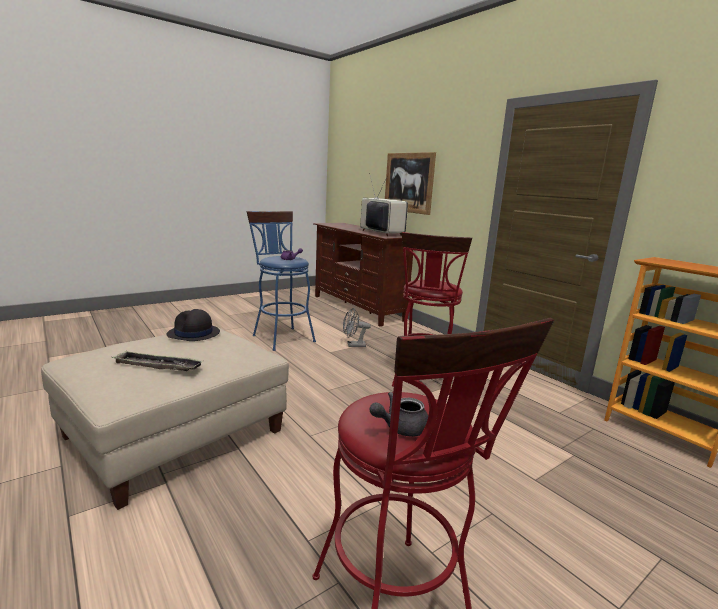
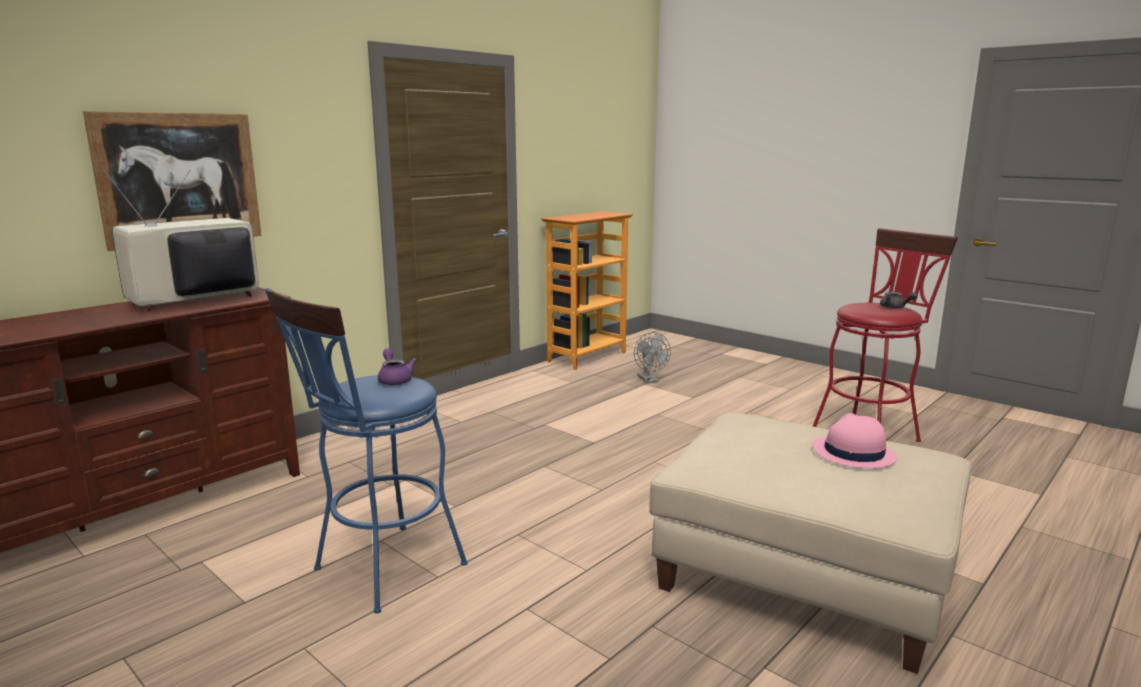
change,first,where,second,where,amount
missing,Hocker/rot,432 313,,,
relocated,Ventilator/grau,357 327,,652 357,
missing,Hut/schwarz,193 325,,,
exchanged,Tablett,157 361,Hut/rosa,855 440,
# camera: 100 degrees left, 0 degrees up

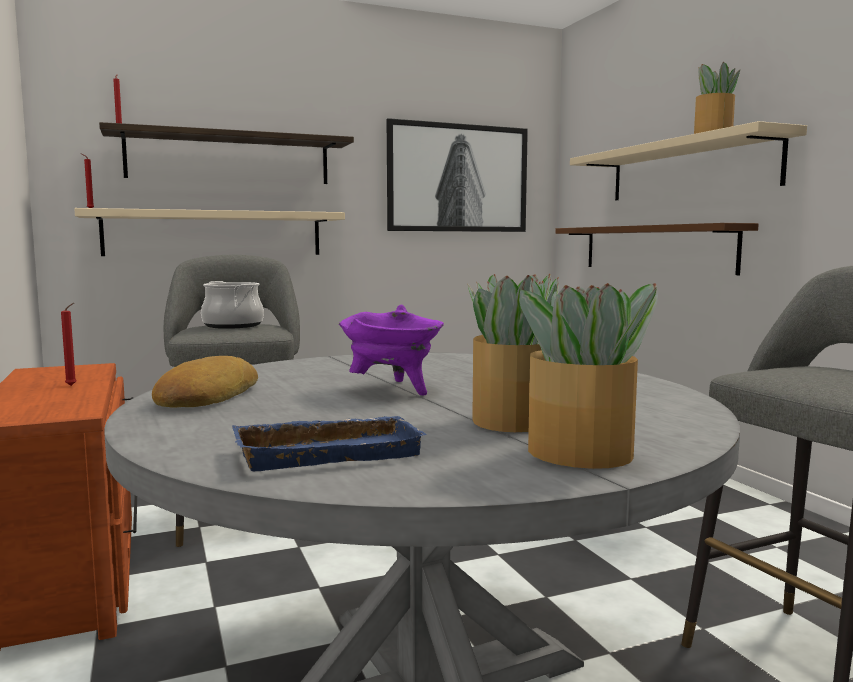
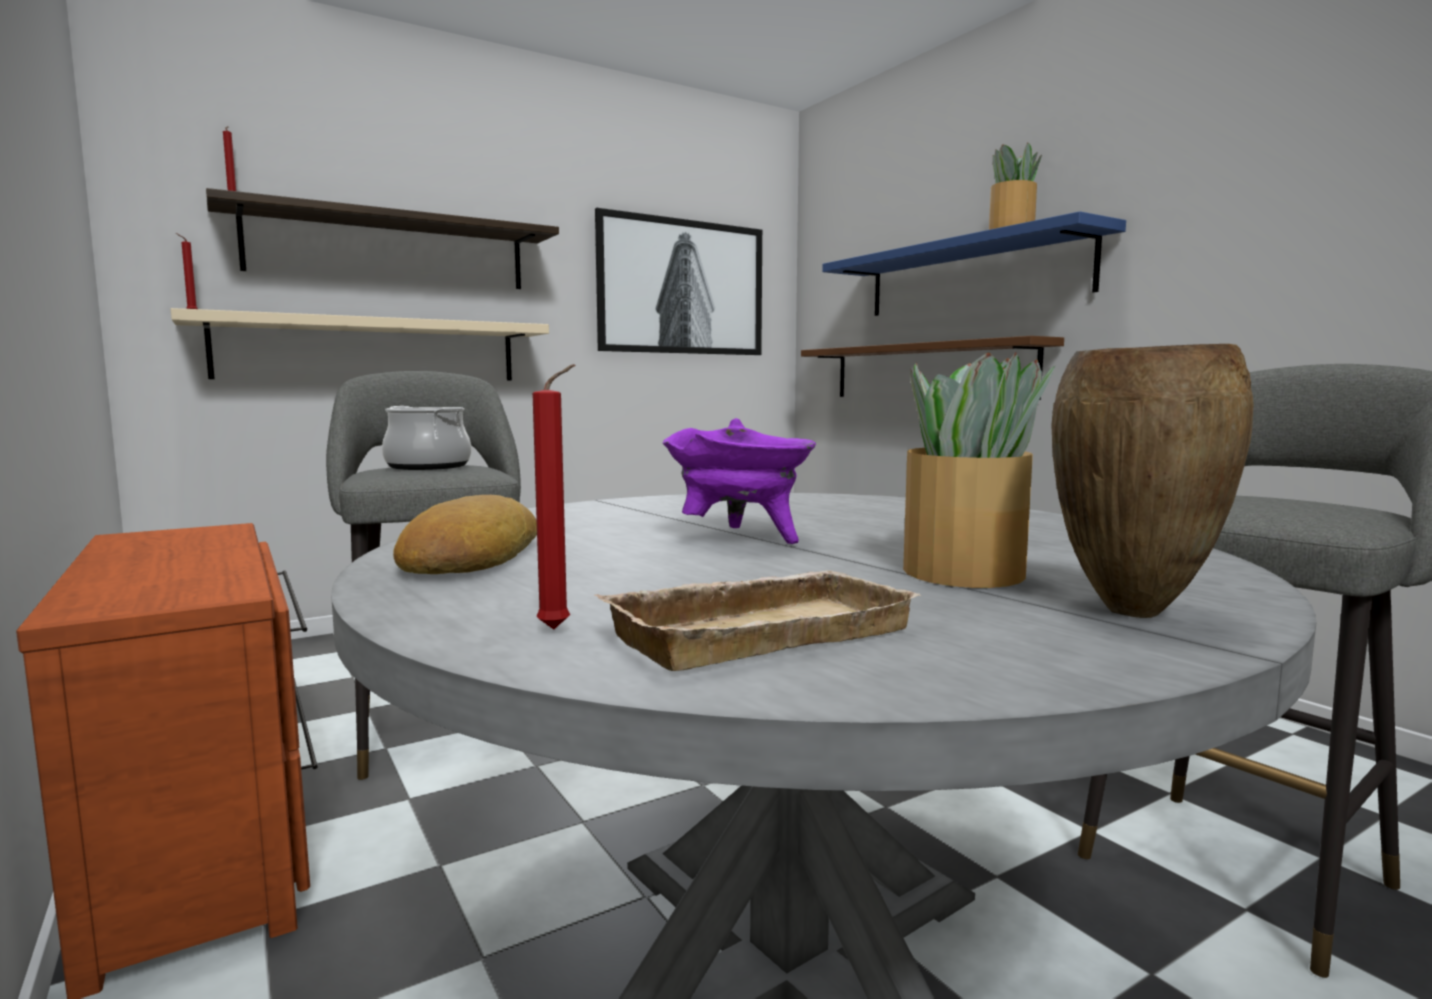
change,first,where,second,where,amount
colour,Wandregal/beige,688 160,Wandregal/blau,974 263,
exchanged,Topfpflanze,588 373,Vase/braun,1152 481,
relocated,Kerze/rot,68 344,,553 497,
colour,Tablett/blau,329 443,Tablett/beige,757 620,
# camera: 10 degrees left, 0 degrees up

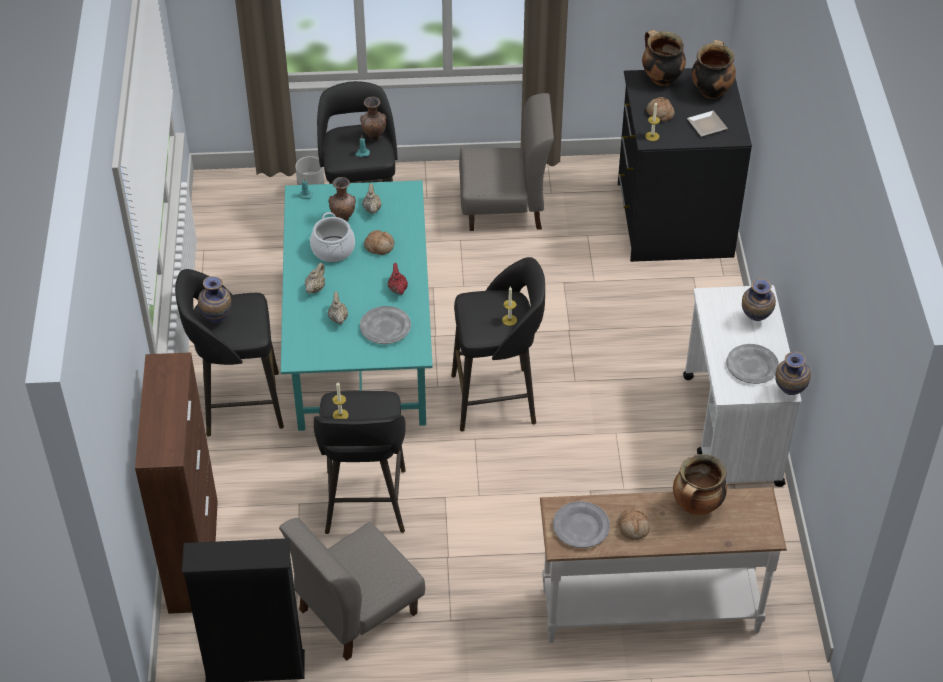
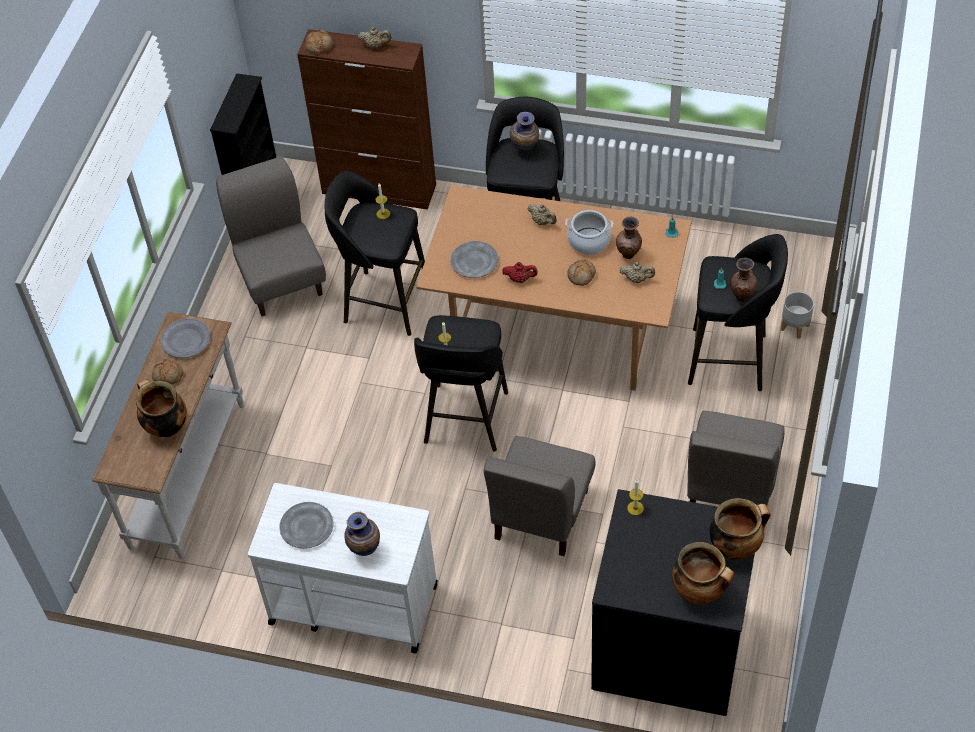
change,first,where,second,where,amount
relocated,Brot,660 109,,319 41,
missing,Teller,707 124,,,
colour,Esstisch/türkis,357 305,Esstisch/braun,554 288,
relocated,Teekanne/beige,338 308,,375 37,
missing,Vase,793 373,,,
appeared,,,Stuhl/grau,539 496,
# camera: 110 degrees right, 5 degrees up

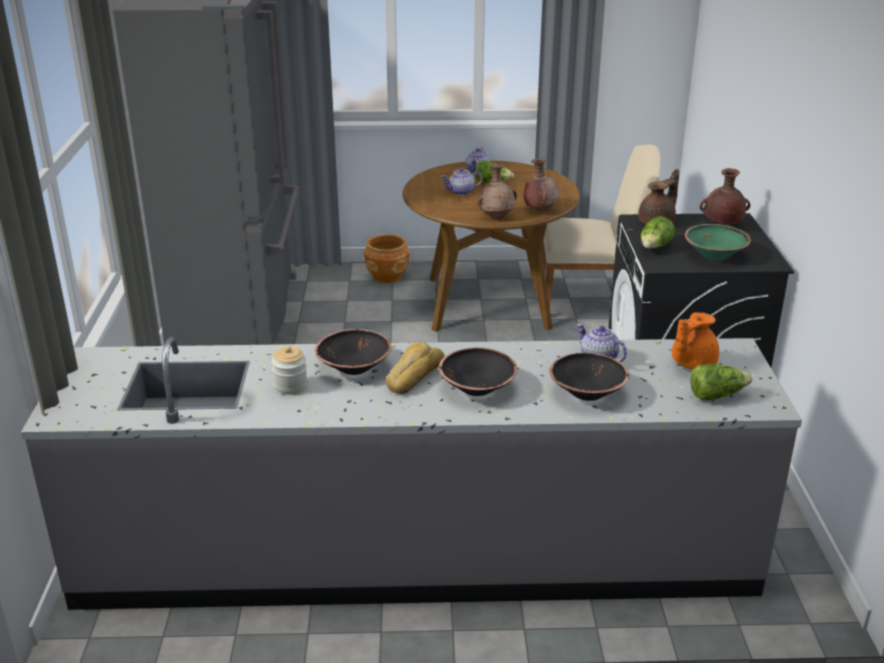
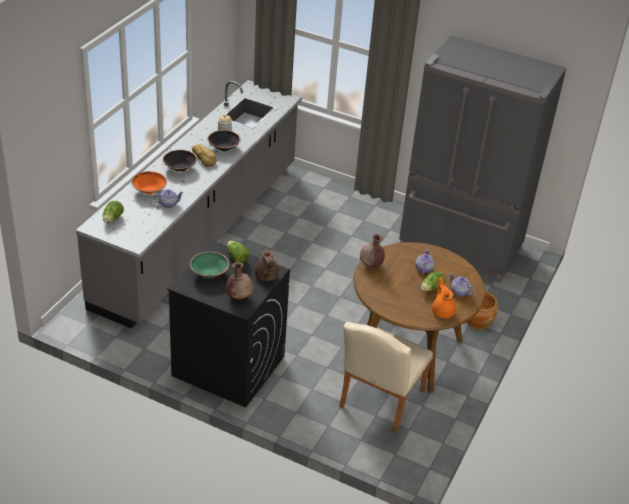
change,first,where,second,where,amount
missing,Vase/braun,542 184,,,
relocated,Teekanne/orange,695 341,,444 297,
colour,Schüssel/schwarz,589 377,Schüssel/orange,149 182,
# camera: 115 degrees right, 10 degrees up

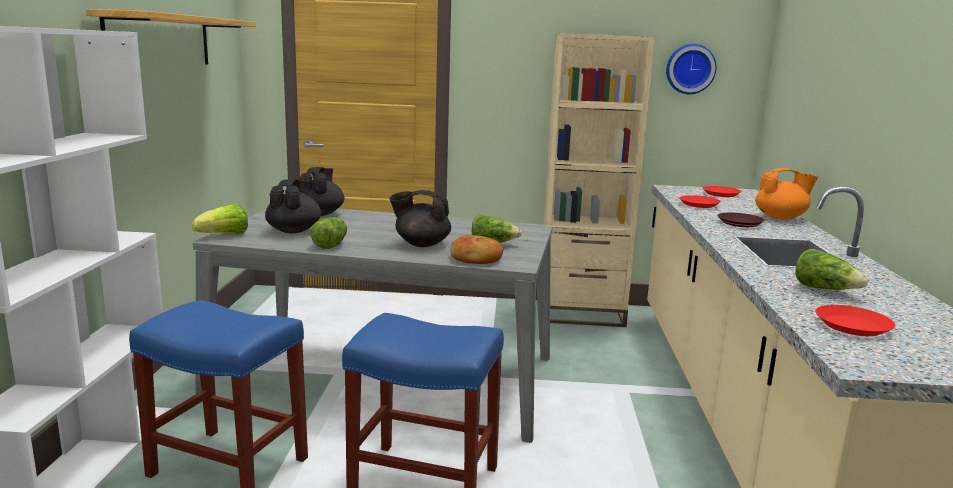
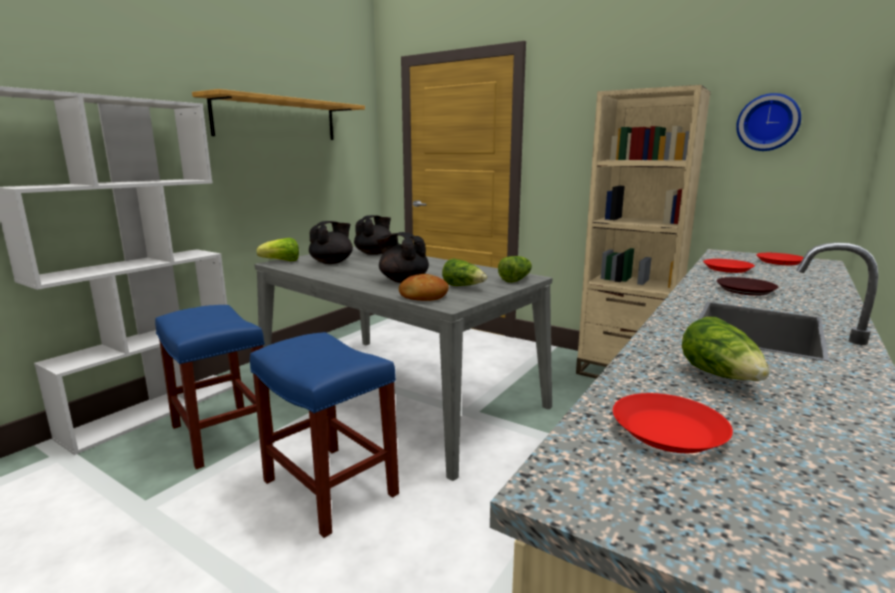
change,first,where,second,where,amount
missing,Teekanne/orange,786 194,,,
relocated,Salatkopf,328 233,,515 269,
# camera: 30 degrees right, 0 degrees up

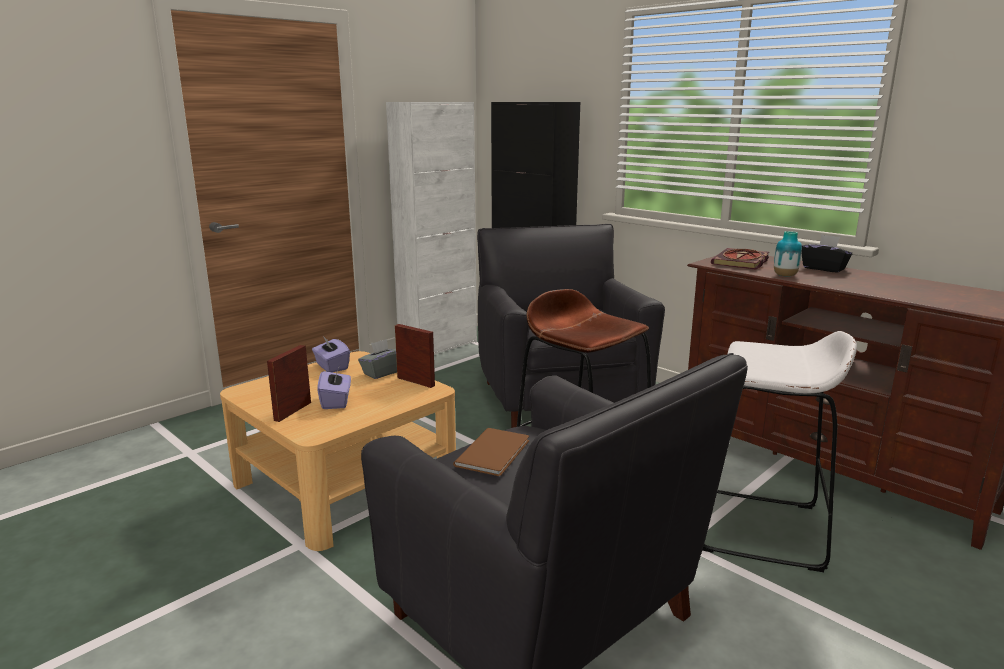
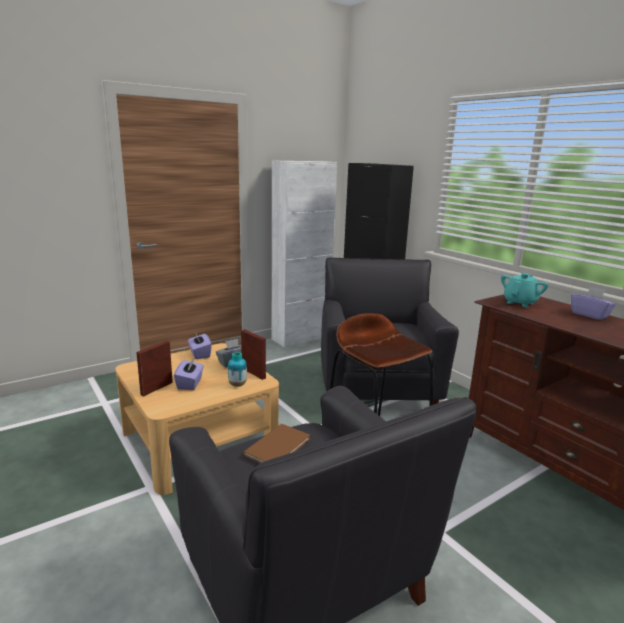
change,first,where,second,where,amount
relocated,Vase,788 254,,237 369,
colour,Taschentuchbox/schwarz,827 253,Taschentuchbox/lila,593 303,
exchanged,Buch,740 259,Teekanne/türkis,525 290,
missing,Hocker/weiß,779 451,,,
# camera: 10 degrees right, 0 degrees up

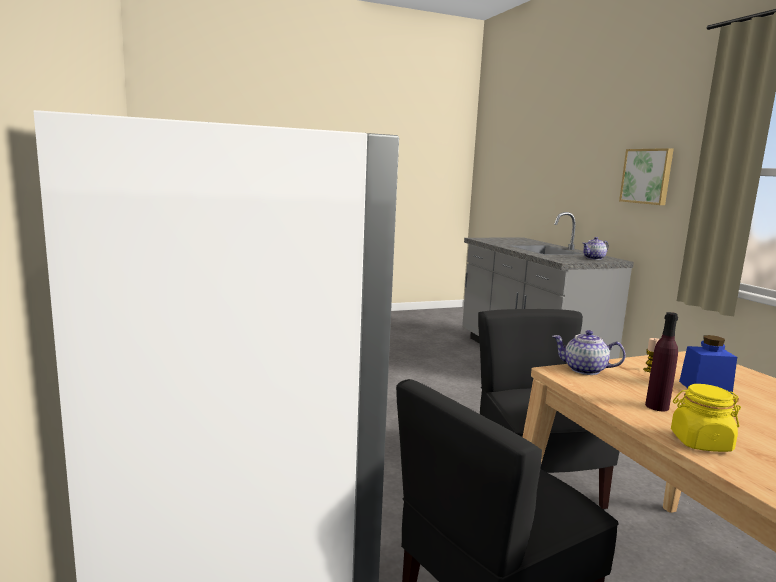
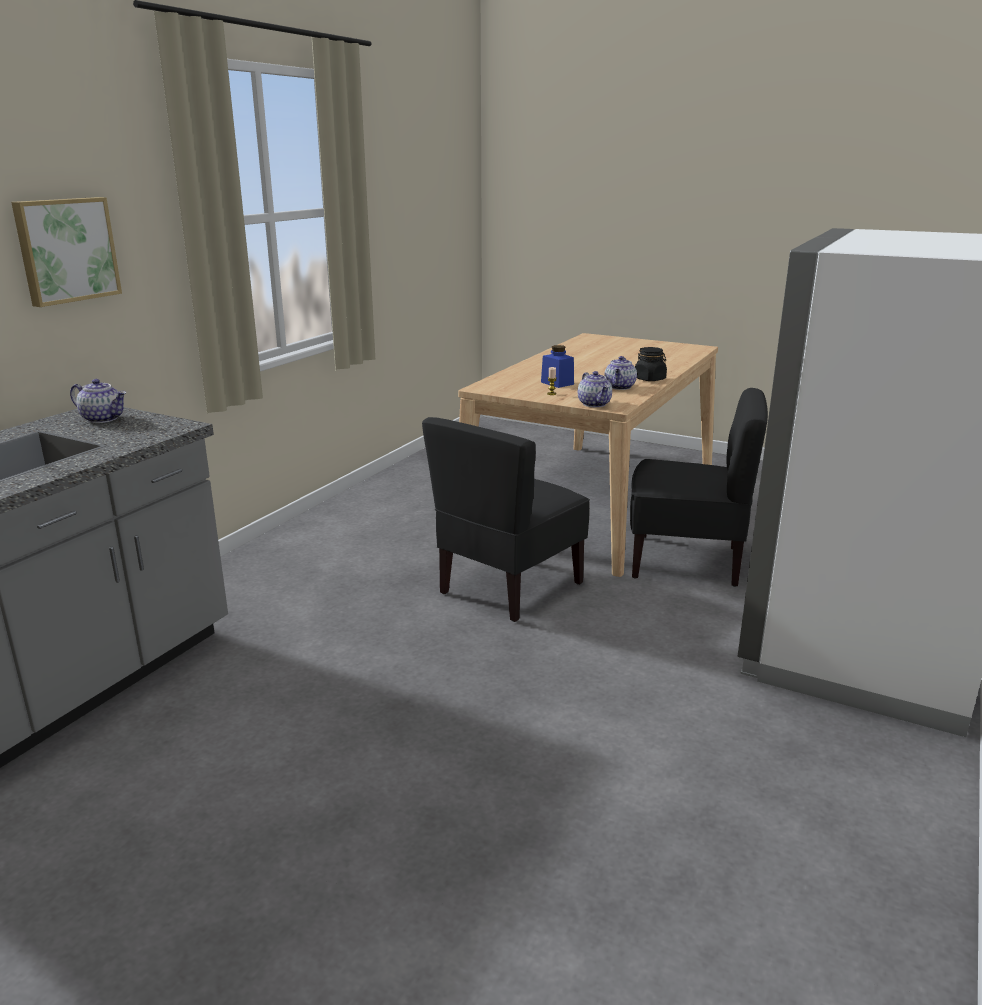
change,first,where,second,where,amount
exchanged,Flasche/lila,661 361,Teekanne,620 373,
colour,Vorratsglas/gelb,706 418,Vorratsglas/schwarz,651 364,
# camera: 130 degrees left, 10 degrees up

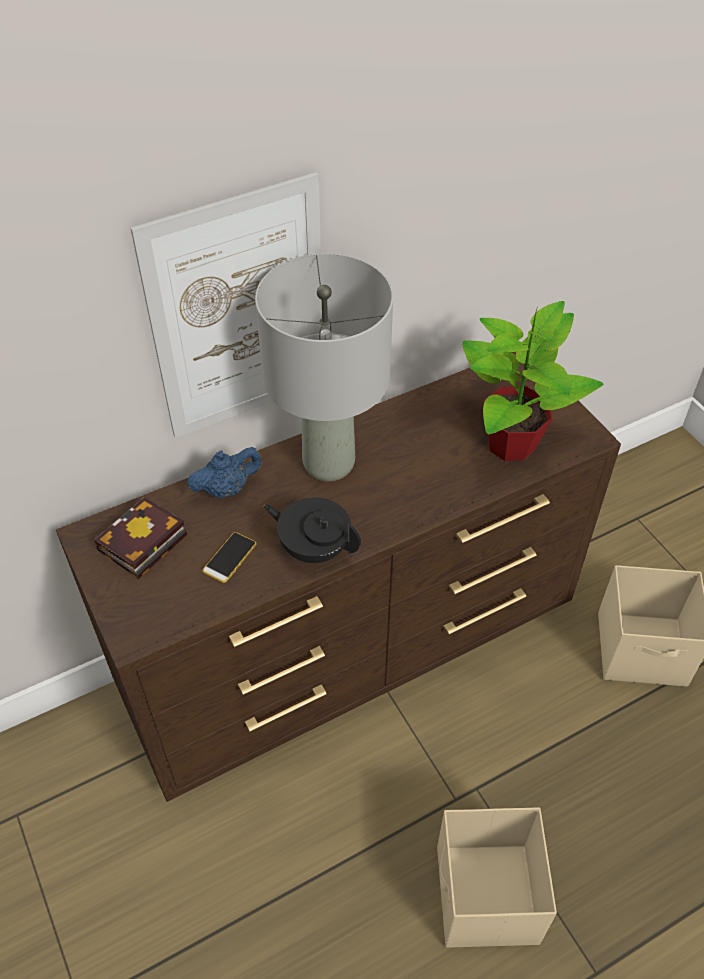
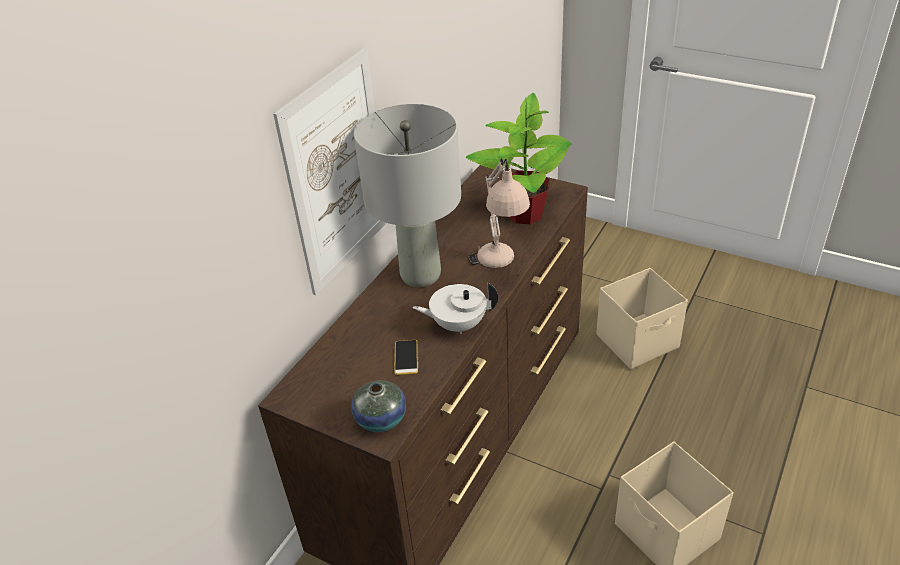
change,first,where,second,where,amount
missing,Teekanne/blau,224 472,,,
missing,Buch,140 538,,,
colour,Teekanne/schwarz,312 530,Teekanne/weiß,455 308,
appeared,,,Tischlampe/beige,499 213,
appeared,,,Vase,378 406,
# camera: 30 degrees left, 10 degrees down

